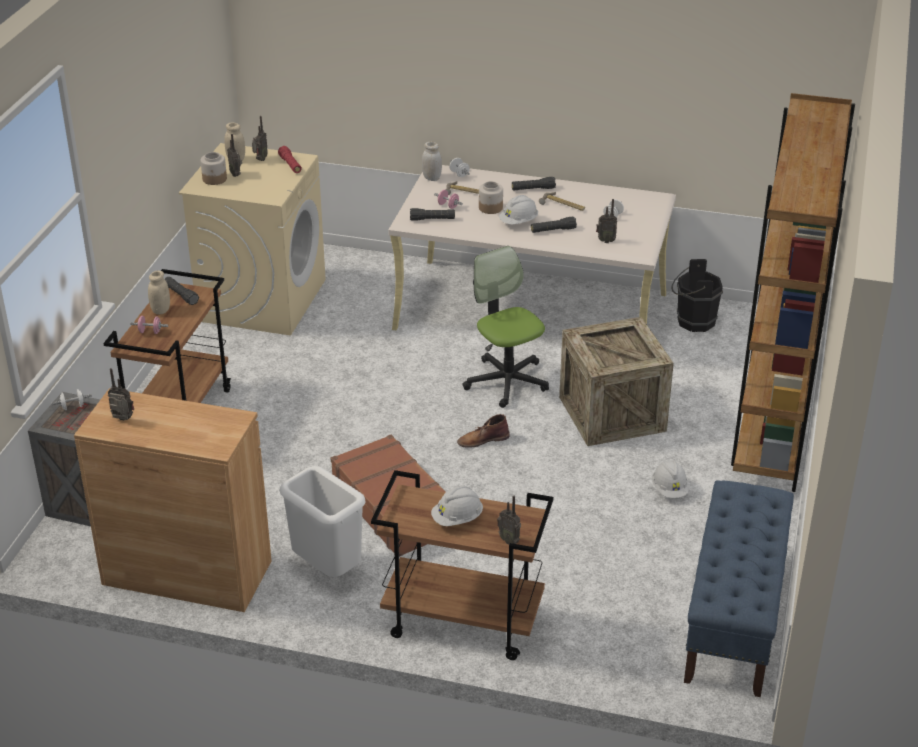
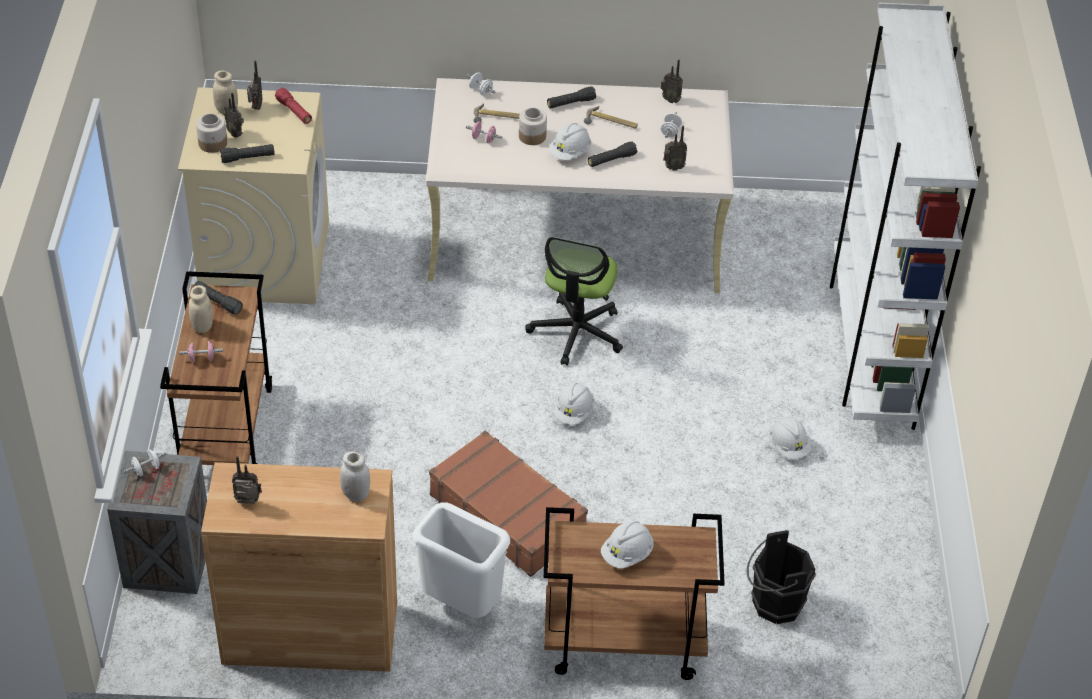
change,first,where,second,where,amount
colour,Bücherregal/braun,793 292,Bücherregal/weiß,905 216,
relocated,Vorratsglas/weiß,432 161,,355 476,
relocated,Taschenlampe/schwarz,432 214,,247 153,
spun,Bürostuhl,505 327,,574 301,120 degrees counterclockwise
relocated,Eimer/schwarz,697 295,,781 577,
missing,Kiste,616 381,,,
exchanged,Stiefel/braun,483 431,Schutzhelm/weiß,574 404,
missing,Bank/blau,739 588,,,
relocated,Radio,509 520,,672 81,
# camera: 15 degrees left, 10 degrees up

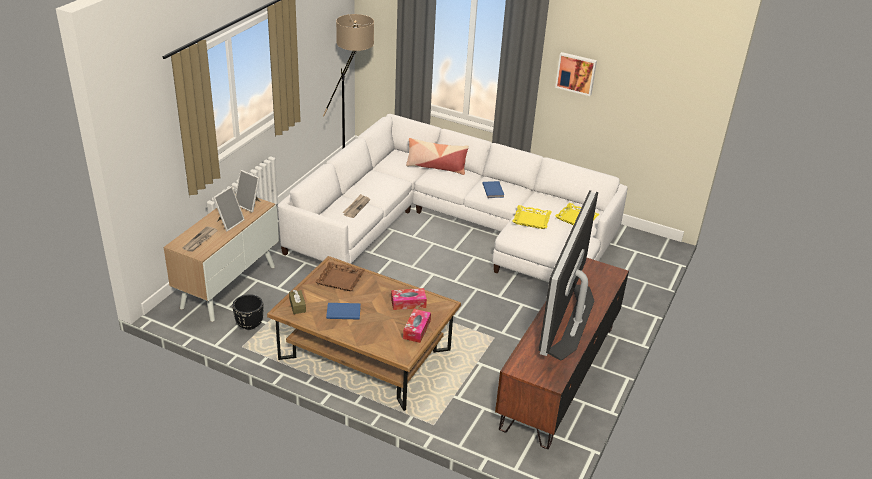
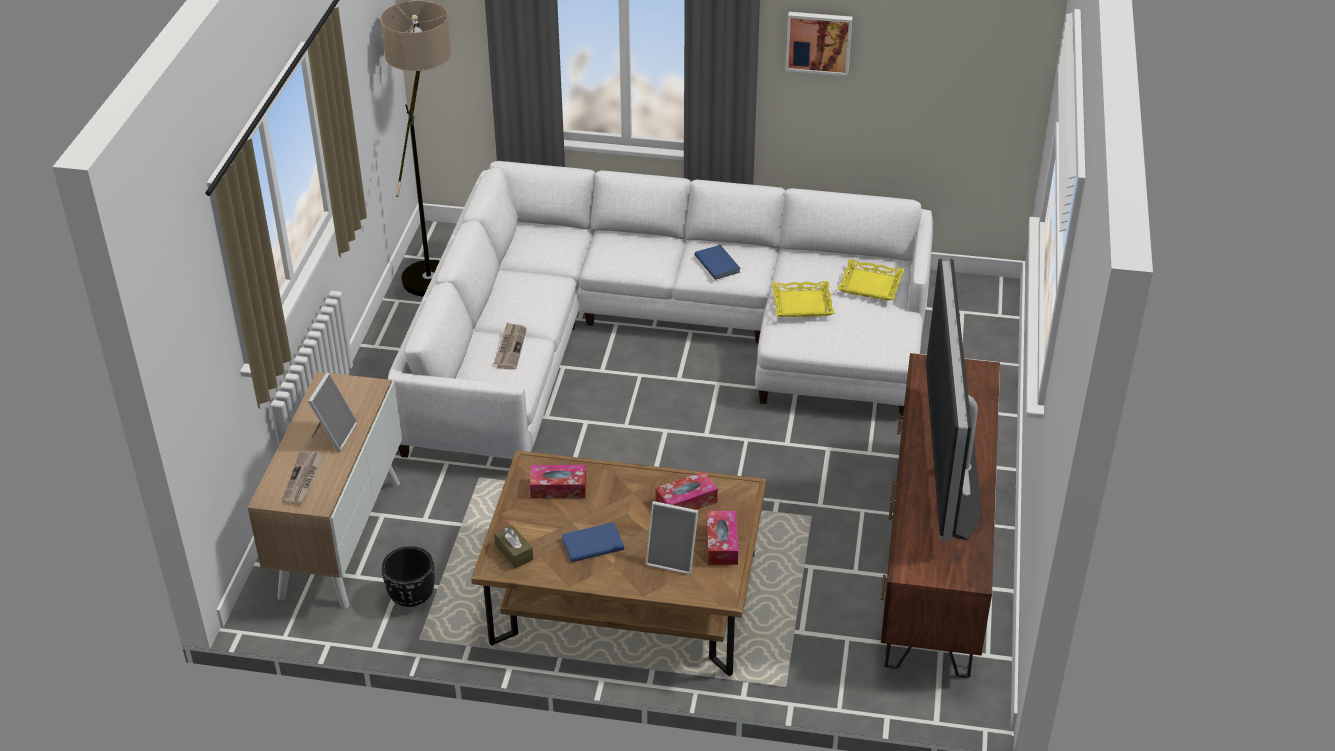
change,first,where,second,where,amount
missing,Kissen,437 156,,,
relocated,Bilderrahmen,248 191,,672 538,
exchanged,Tablett/braun,340 276,Taschentuchbox,558 481,
# camera: 15 degrees left, 5 degrees up

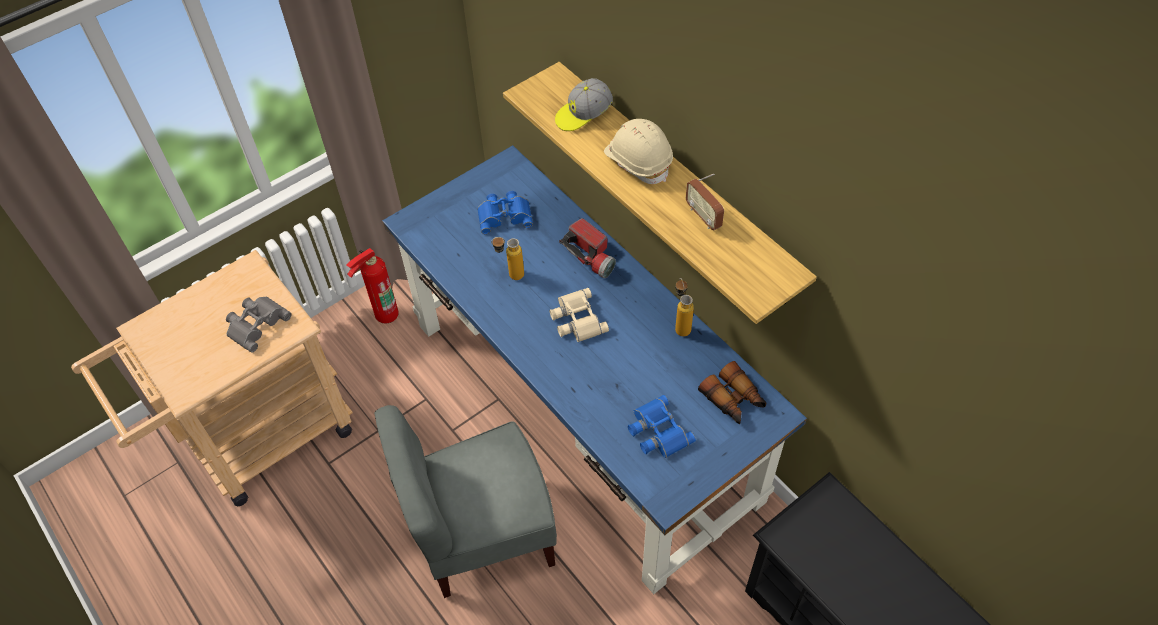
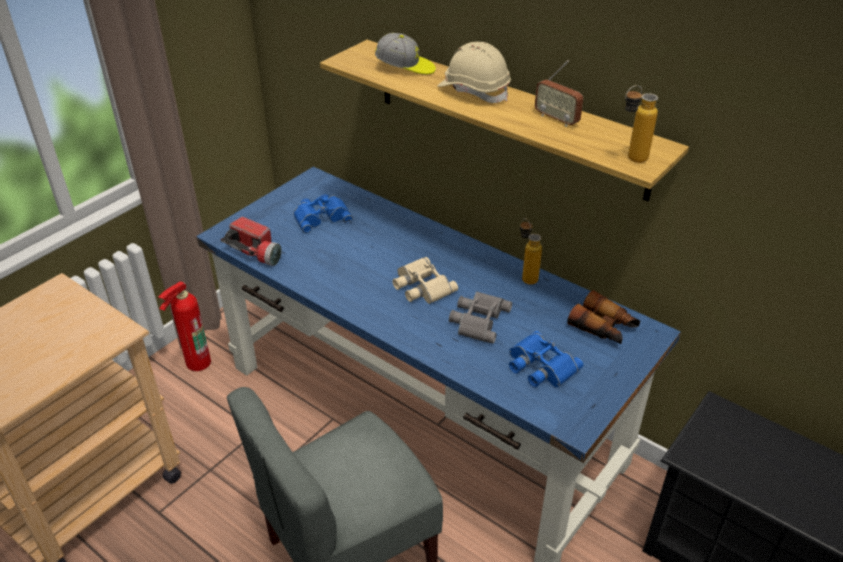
change,first,where,second,where,amount
spun,Kappe,584 104,,405 54,120 degrees counterclockwise
relocated,Taschenlampe,587 248,,251 241,
relocated,Flasche,507 258,,641 124,
relocated,Fernglas/grau,258 325,,480 318,
# camera: 15 degrees left, 15 degrees down

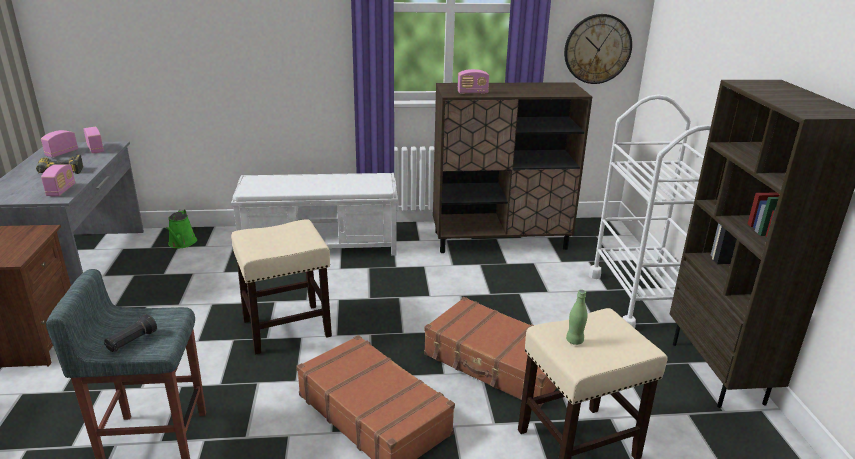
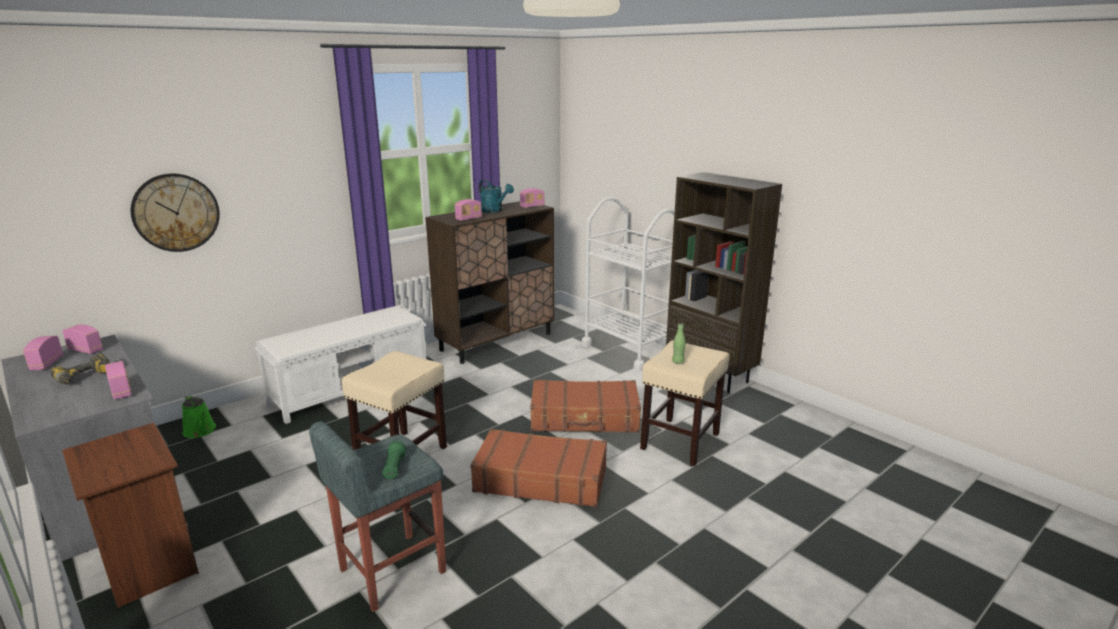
change,first,where,second,where,amount
relocated,Wanduhr,598 49,,175 212,
colour,Taschenlampe/schwarz,130 333,Taschenlampe/grün,394 460,
appeared,,,Gießkanne/türkis,496 196,
appeared,,,Radio,532 198,
# camera: 35 degrees left, 5 degrees down

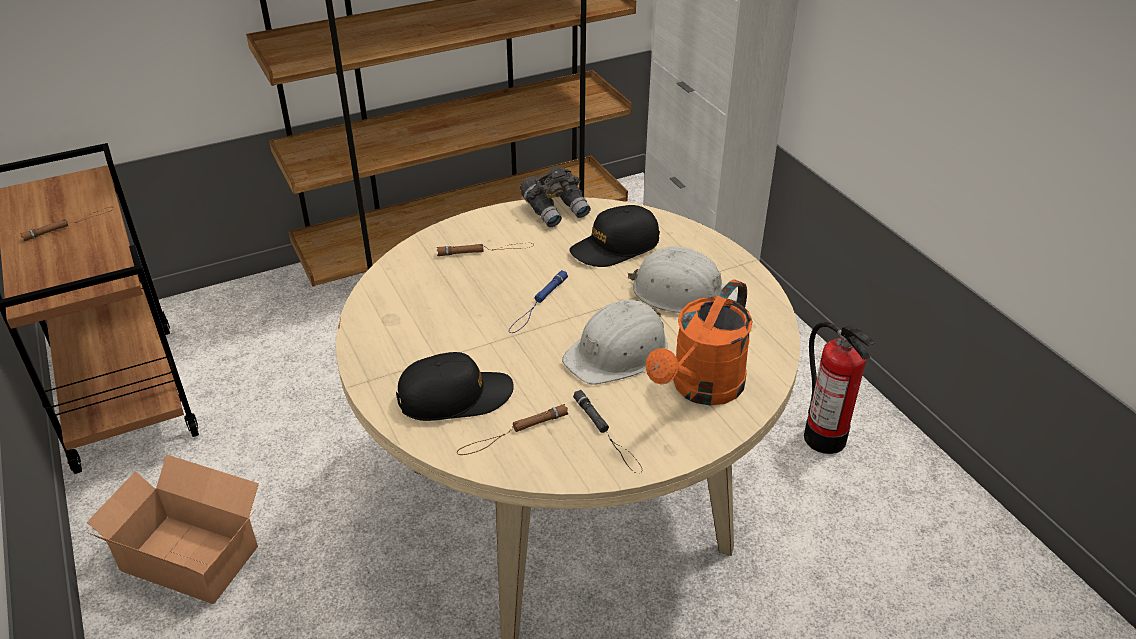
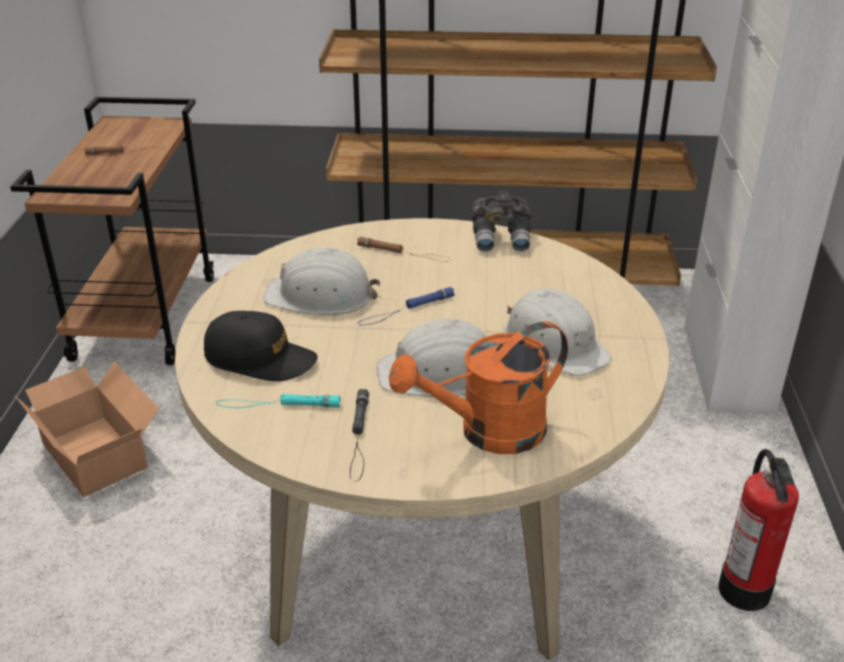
change,first,where,second,where,amount
missing,Kappe/schwarz,614 236,,,
colour,Taschenlampe/braun,512 429,Taschenlampe/türkis,278 401,
appeared,,,Schutzhelm/weiß,322 281,
# camera: 30 degrees right, 5 degrees down

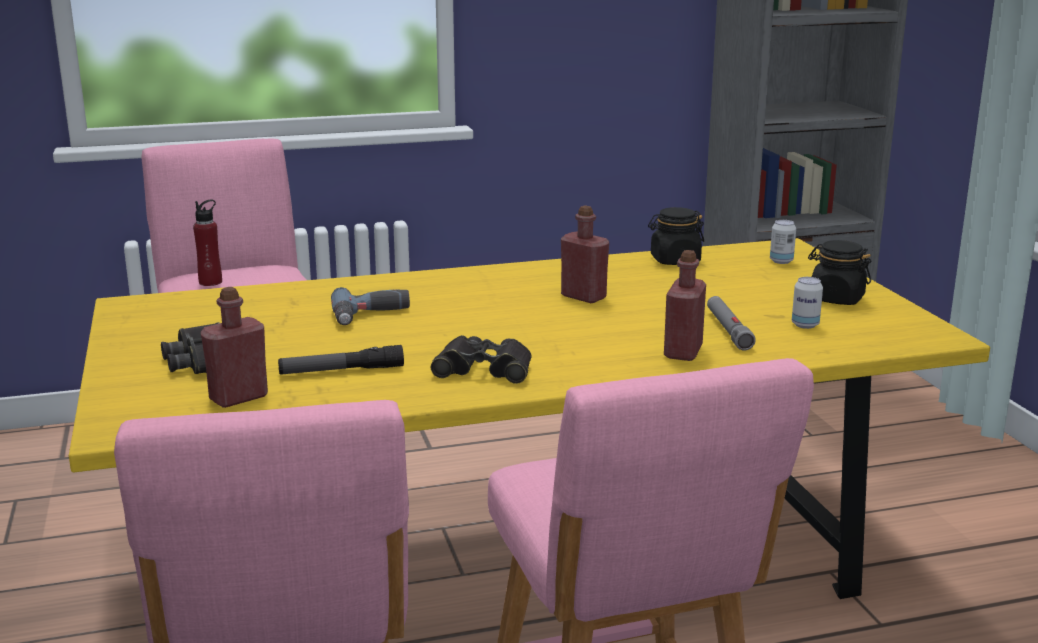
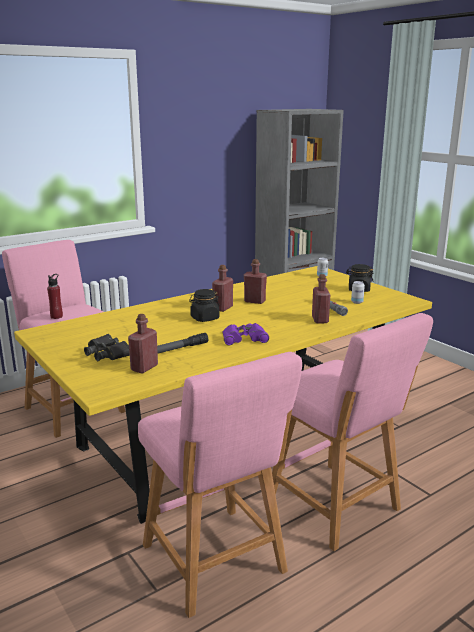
change,first,where,second,where,amount
relocated,Vorratsglas/schwarz,676 236,,204 305,
missing,Bohrmaschine,370 306,,,
colour,Fernglas/schwarz,481 359,Fernglas/lila,246 334,
appeared,,,Flasche/rot,222 288,
# camera: 20 degrees left, 0 degrees up

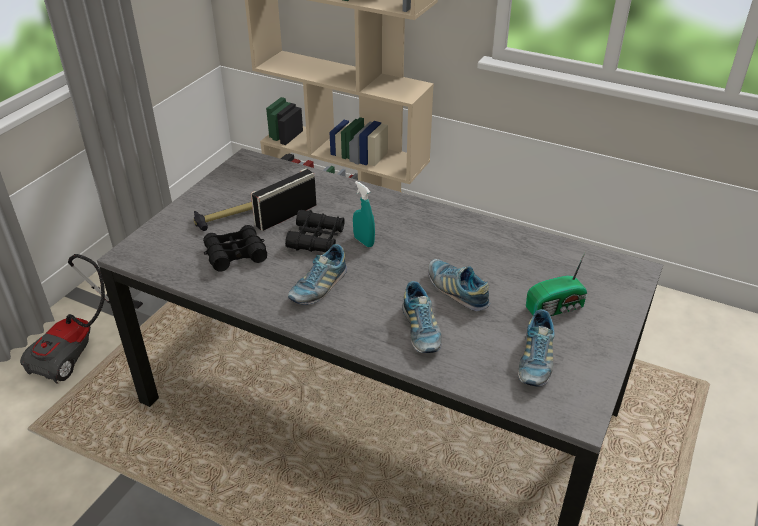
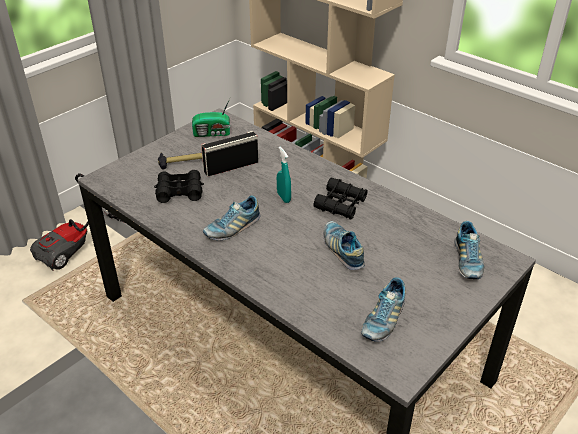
change,first,where,second,where,amount
relocated,Fernglas/schwarz,315 231,,340 199,
relocated,Radio,557 283,,211 116,
relocated,Schuh,422 317,,469 250,
# camera: 15 degrees right, 0 degrees up

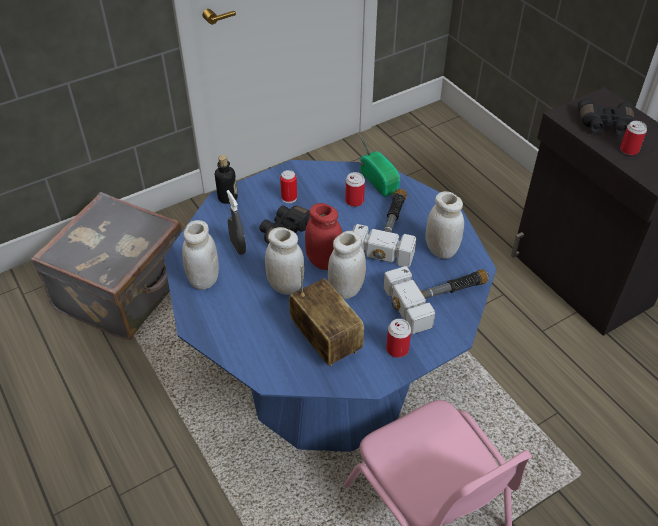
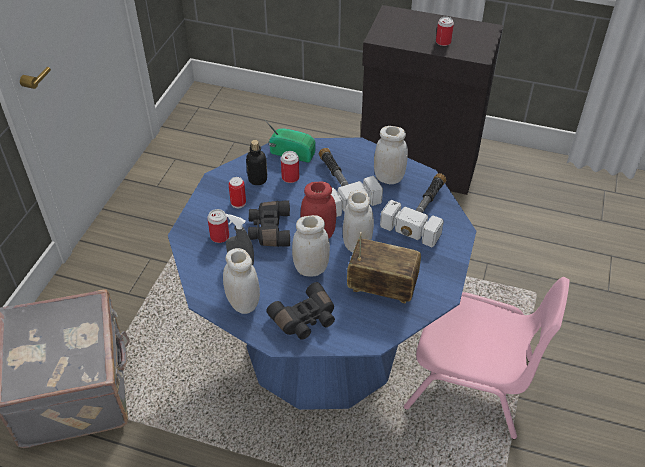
change,first,where,second,where,amount
relocated,Fernglas/schwarz,606 116,,300 311,
relocated,Flasche,226 179,,257 162,
relocated,Dose,398 338,,218 226,
# camera: 40 degrees left, 0 degrees up

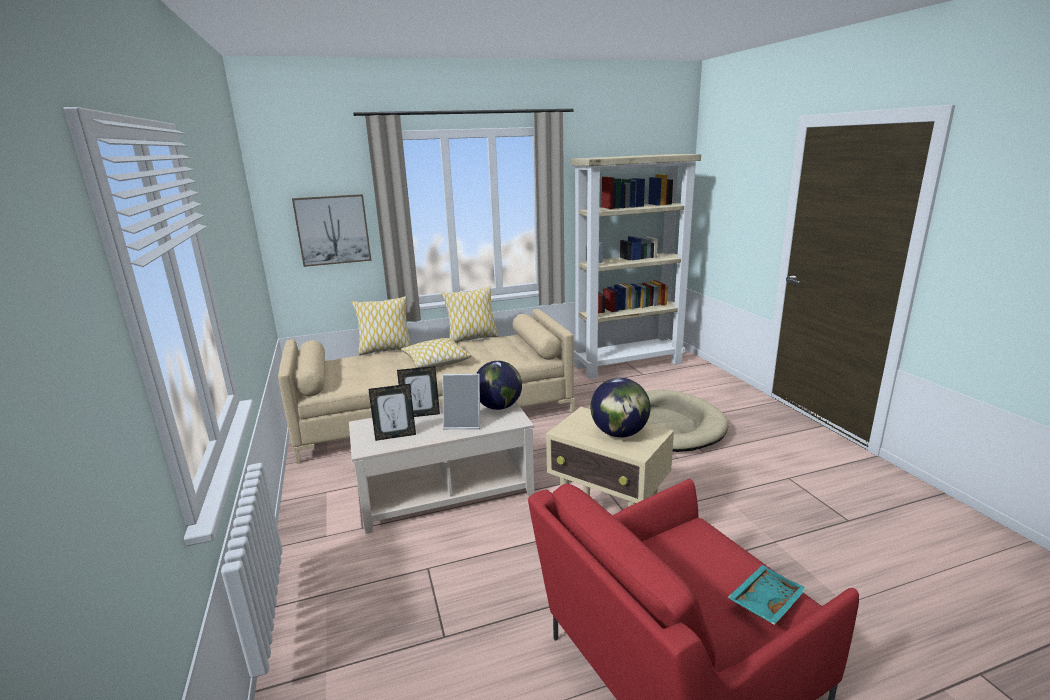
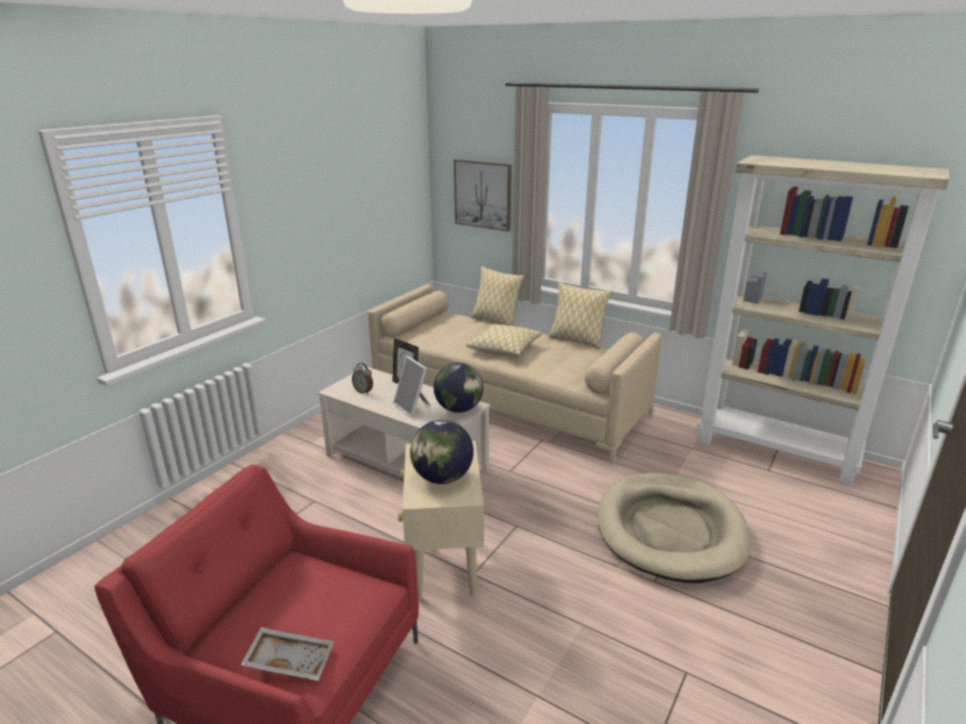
change,first,where,second,where,amount
exchanged,Bilderrahmen,392 412,Wecker,362 379,
colour,Tablett/türkis,767 595,Tablett/grau,287 654,
# camera: 50 degrees right, 5 degrees up

